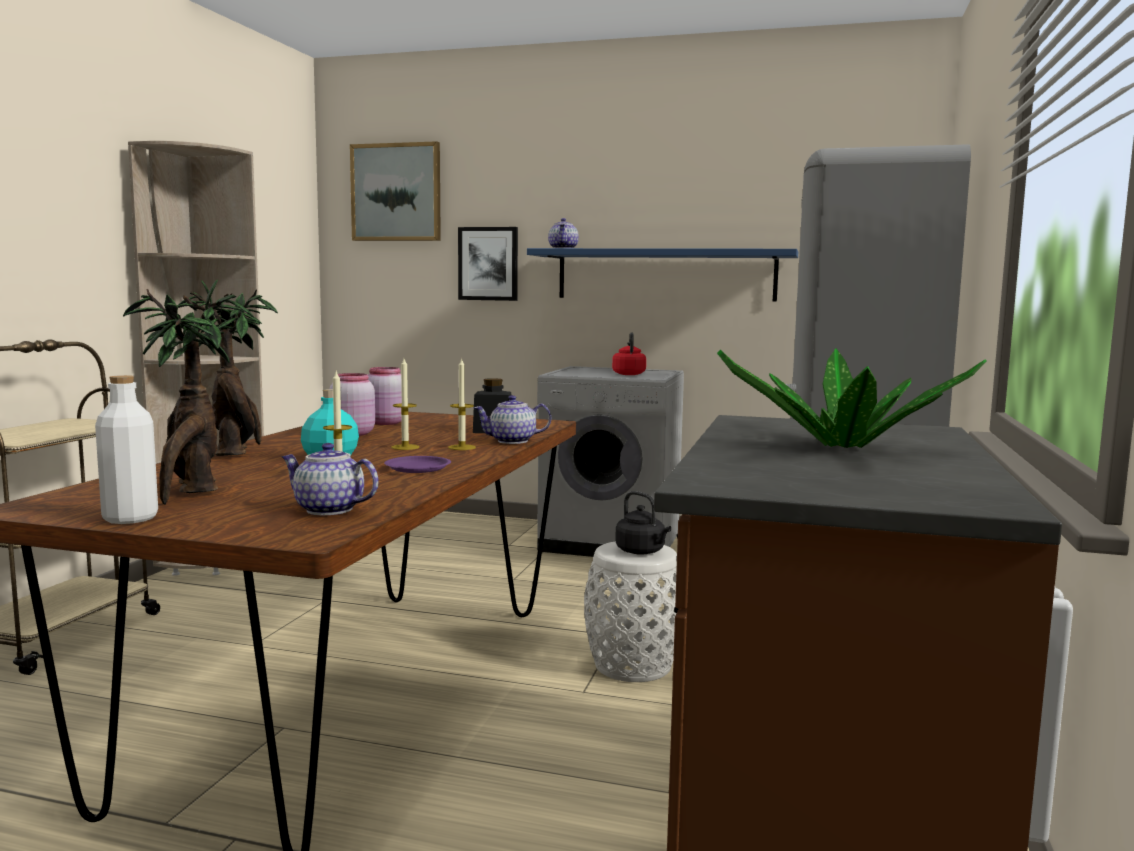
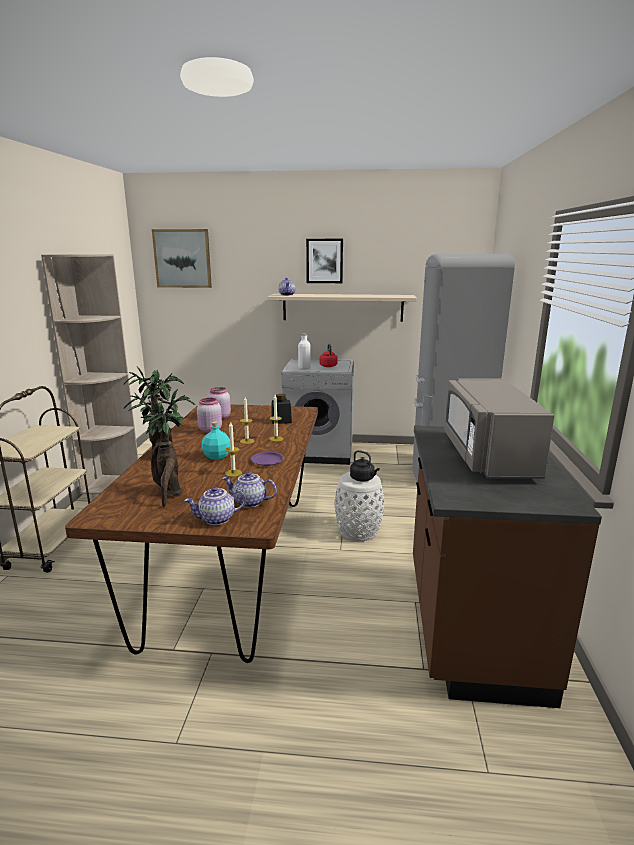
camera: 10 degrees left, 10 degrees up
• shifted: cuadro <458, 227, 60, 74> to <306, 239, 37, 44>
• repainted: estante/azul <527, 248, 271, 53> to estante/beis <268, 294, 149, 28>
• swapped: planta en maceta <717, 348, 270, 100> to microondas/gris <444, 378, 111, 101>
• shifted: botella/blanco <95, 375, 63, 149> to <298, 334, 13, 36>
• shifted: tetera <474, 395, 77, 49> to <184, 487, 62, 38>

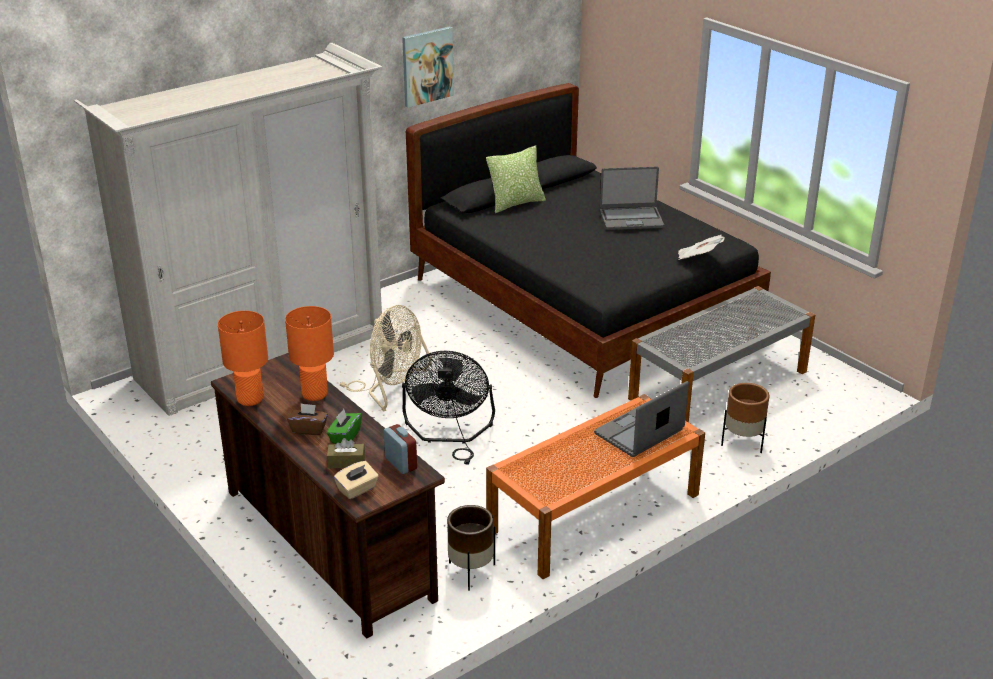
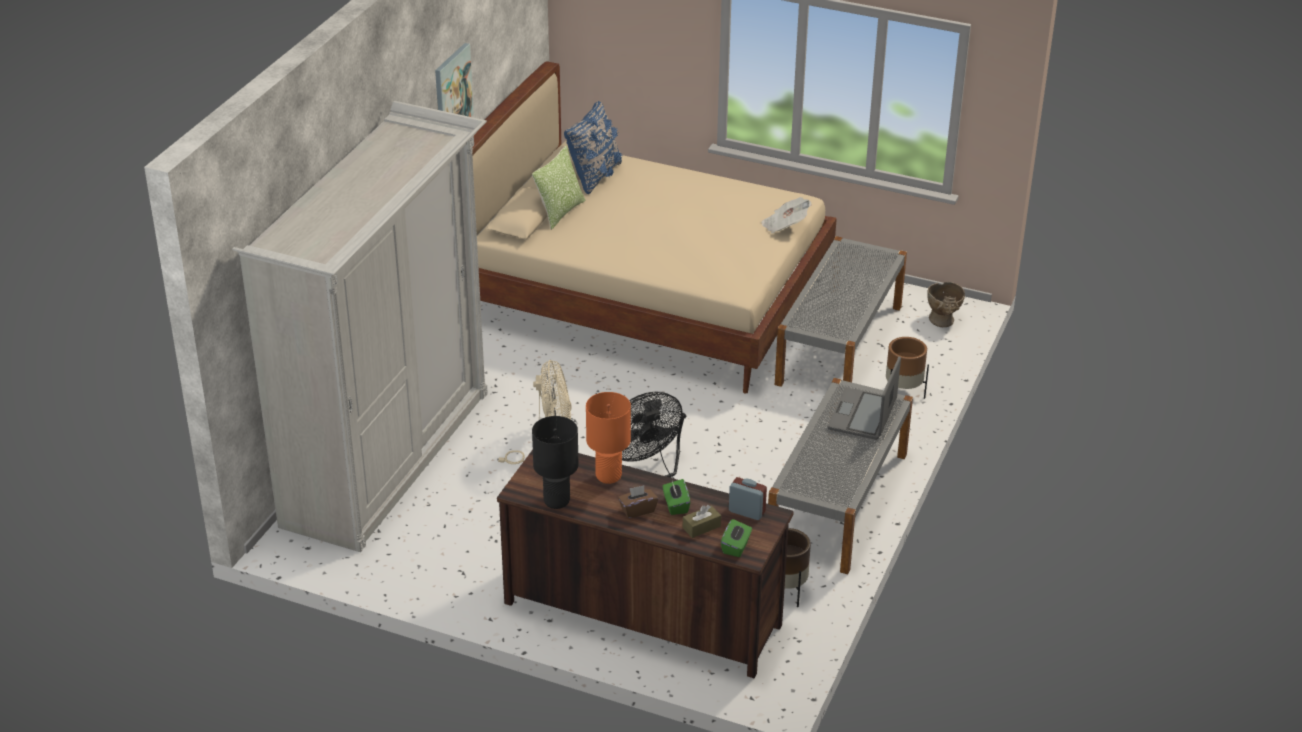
camera: 30 degrees left, 5 degrees up
• repainted: cama/negro <406, 83, 365, 315> to cama/beis <472, 61, 365, 333>
• gone: portátil <600, 167, 64, 63>
• repainted: lámpara de mesa/naranja <218, 311, 50, 95> to lámpara de mesa/negro <532, 416, 46, 93>
• repainted: banco/naranja <486, 394, 219, 185> to banco/gris <768, 378, 145, 197>
• repainted: caja de pañuelos/beis <334, 461, 45, 38> to caja de pañuelos/verde <721, 519, 31, 38>
• new: cojín/azul <564, 101, 59, 93>
• new: florero/beis <927, 282, 38, 45>

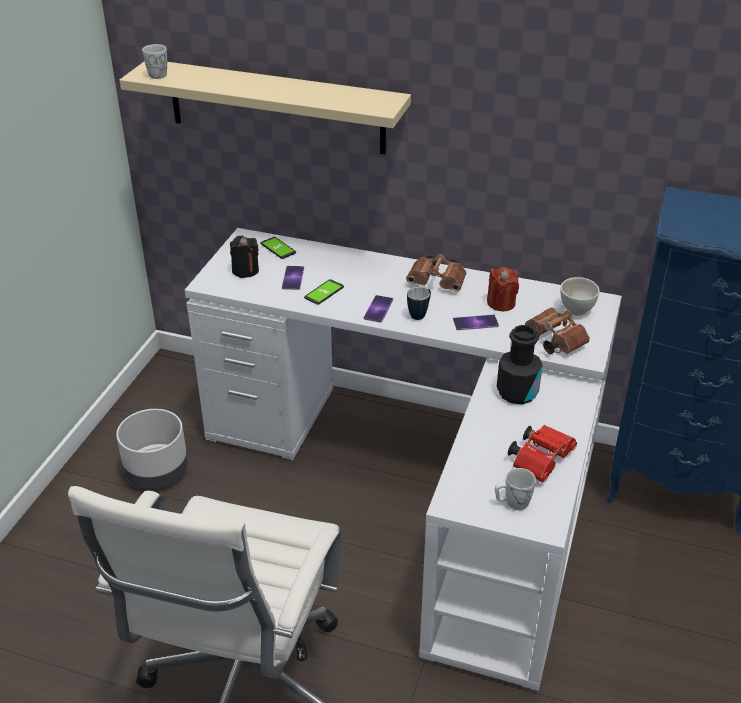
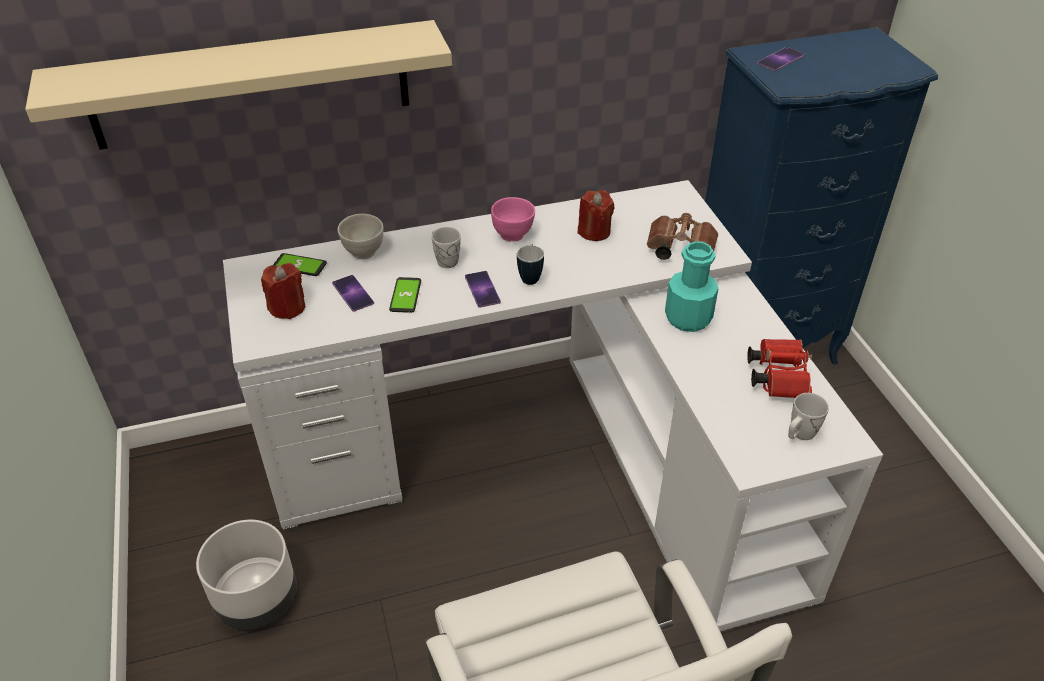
camera: 35 degrees left, 5 degrees up
• shifted: taza grande/blanco <142, 44, 25, 35> to <432, 227, 29, 41>
• repainted: vela/negro <230, 236, 29, 42> to vela/rojo <261, 263, 44, 56>
• swapped: prismáticos/marrón <406, 254, 60, 37> to cuenco/rosa <491, 197, 44, 45>
• shifted: cuenco/blanco <560, 277, 39, 39> to <338, 214, 46, 45>
• shifted: móvil <453, 315, 46, 15> to <757, 47, 47, 24>
• repainted: botella/negro <497, 325, 46, 79> to botella/turquesa <665, 241, 54, 91>

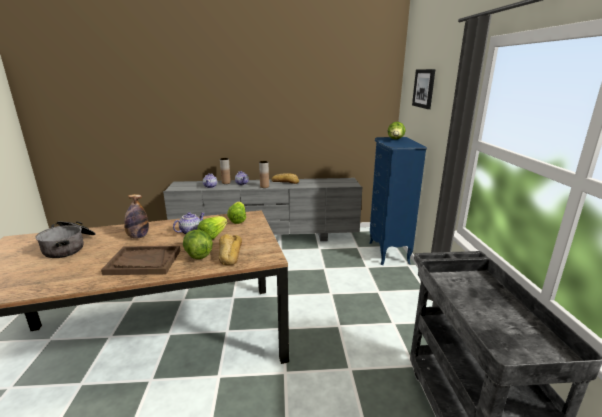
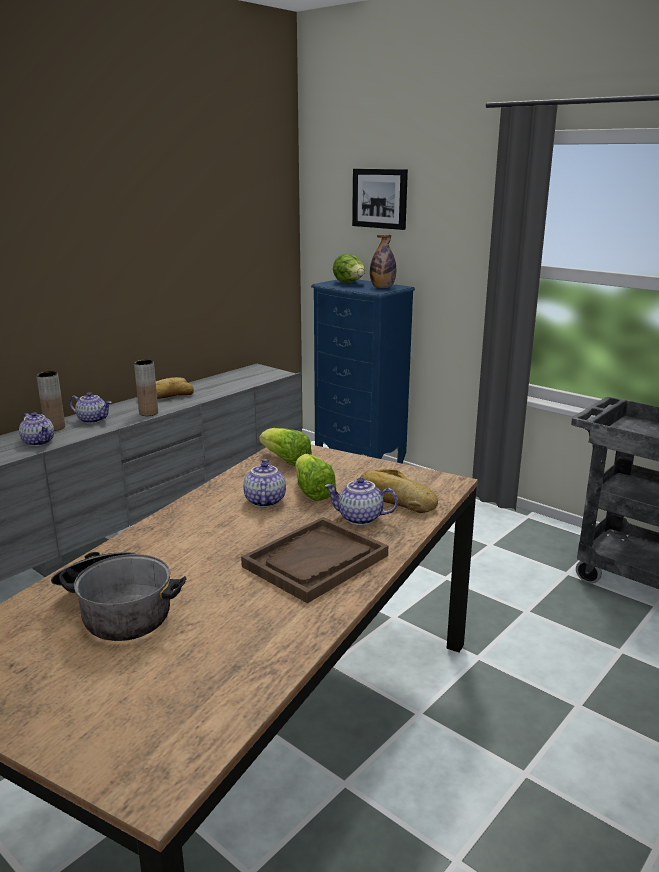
camera: 45 degrees left, 0 degrees up
• shifted: botella <124, 194, 25, 45> to <370, 235, 26, 53>
• swapped: lechuga <183, 230, 30, 29> to tetera <324, 478, 74, 47>

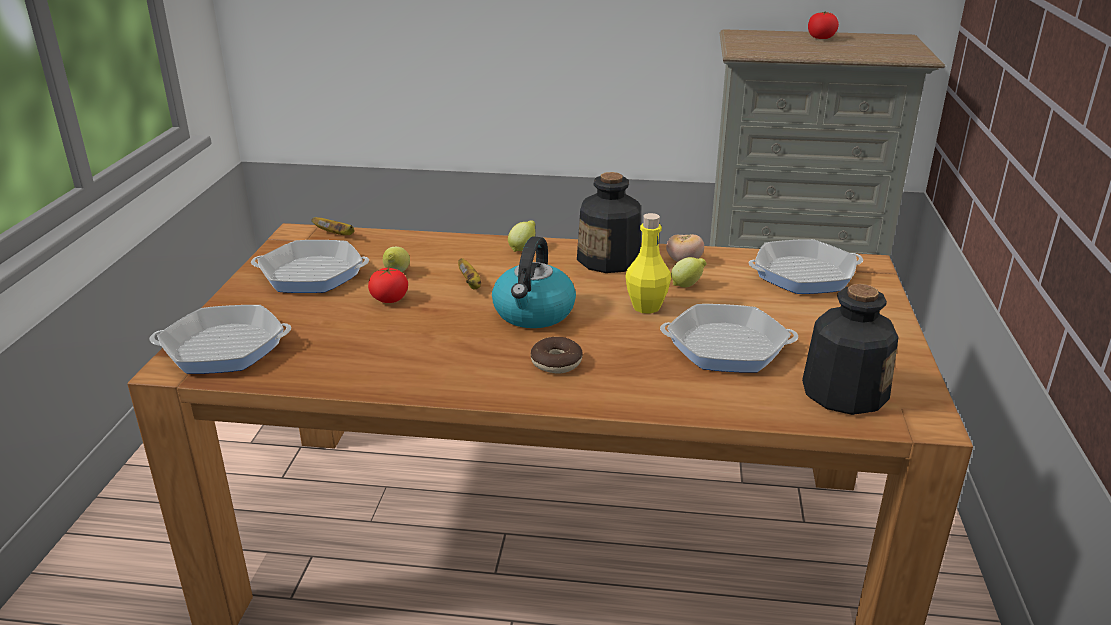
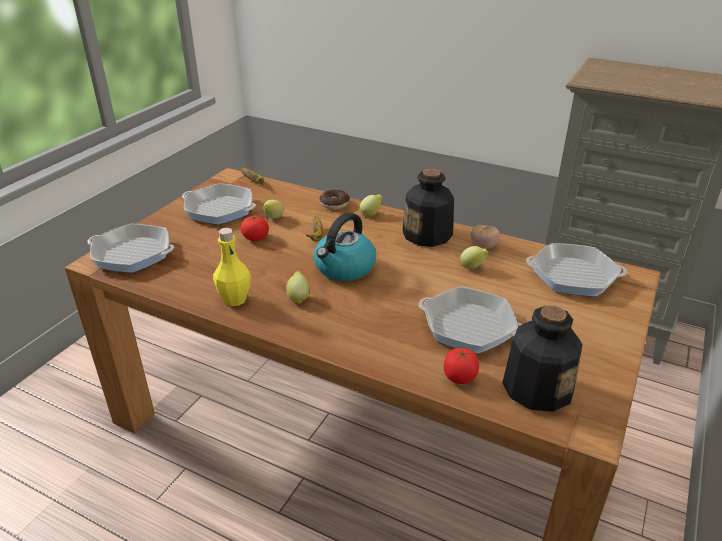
camera: 20 degrees right, 5 degrees up
• shifted: tomate <808, 11, 31, 28> to <444, 348, 35, 36>
• shifted: botella/amarillo <625, 213, 46, 101> to <213, 228, 38, 78>
• shifted: rosquilla <531, 337, 52, 36> to <319, 189, 31, 21>
• new: limón <286, 271, 23, 33>

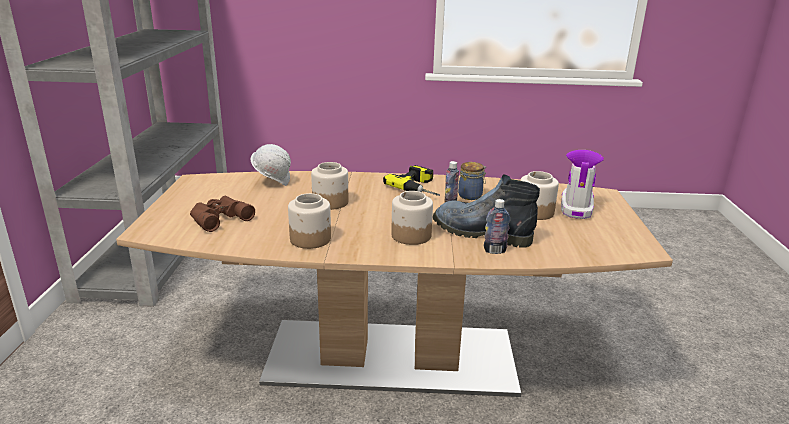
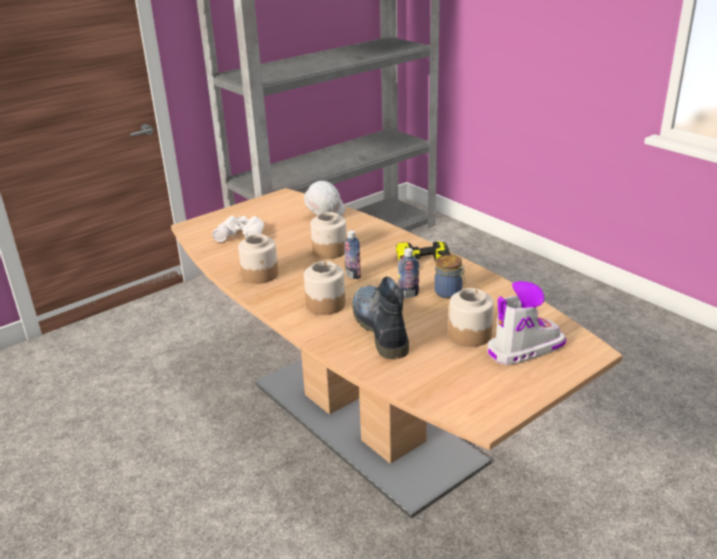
camera: 50 degrees right, 5 degrees up
• repainted: prismáticos/marrón <190, 196, 65, 36> to prismáticos/blanco <212, 216, 52, 26>
• shifted: botella <484, 199, 26, 55> to <344, 230, 17, 49>

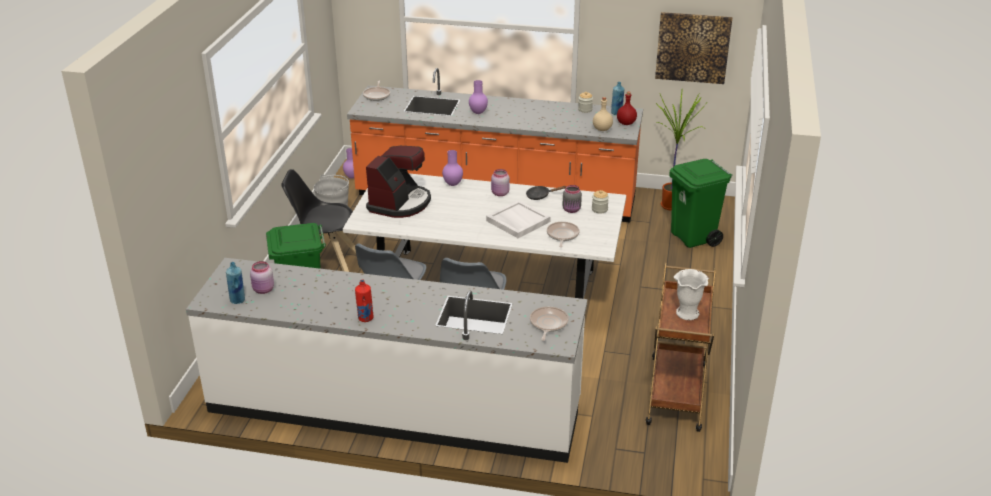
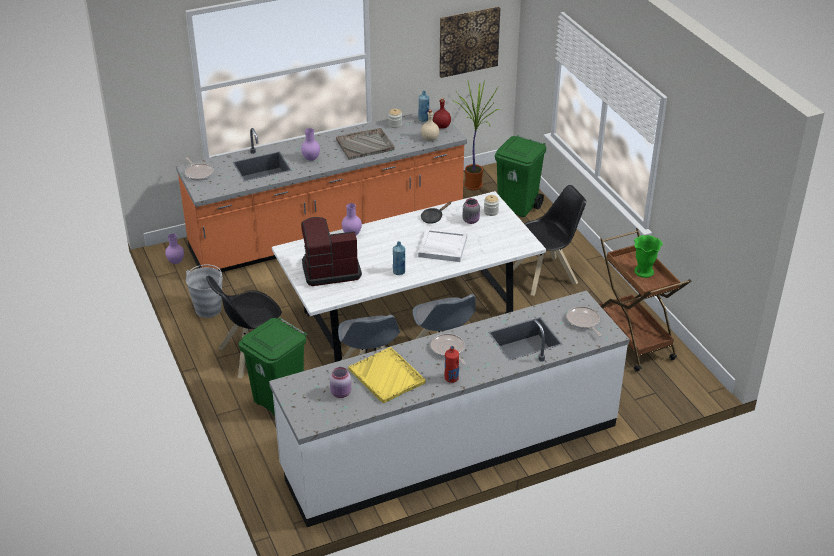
camera: 35 degrees left, 5 degrees up
• rotated: cafetera <366, 146, 65, 72> = <301, 217, 61, 69> 90 degrees counterclockwise
• gone: tarro/rosa <491, 169, 19, 27>
• shifted: sartén <547, 222, 32, 25> to <431, 333, 35, 31>
• shifted: botella/azul <226, 262, 19, 42> to <393, 241, 12, 34>
• repainted: florero/blanco <674, 269, 35, 51> to florero/verde <634, 235, 29, 43>
• new: bandeja/gris <336, 128, 59, 32>
• new: silla/negro <513, 185, 73, 111>
• new: bandeja/amarillo <348, 347, 78, 56>

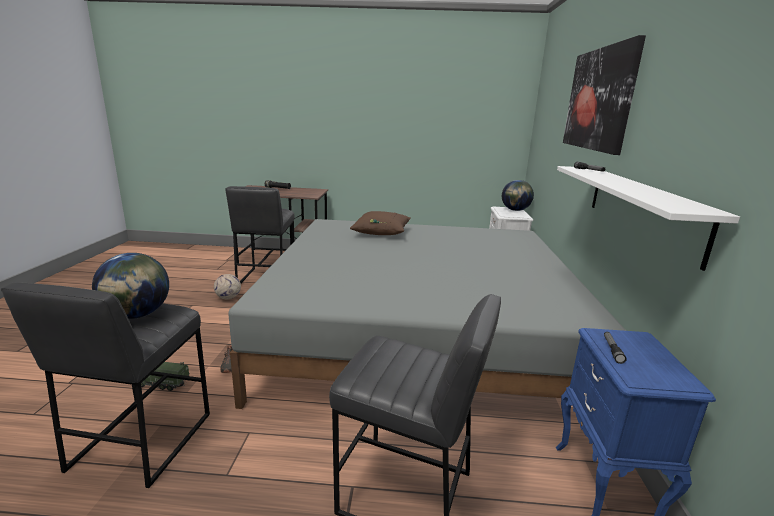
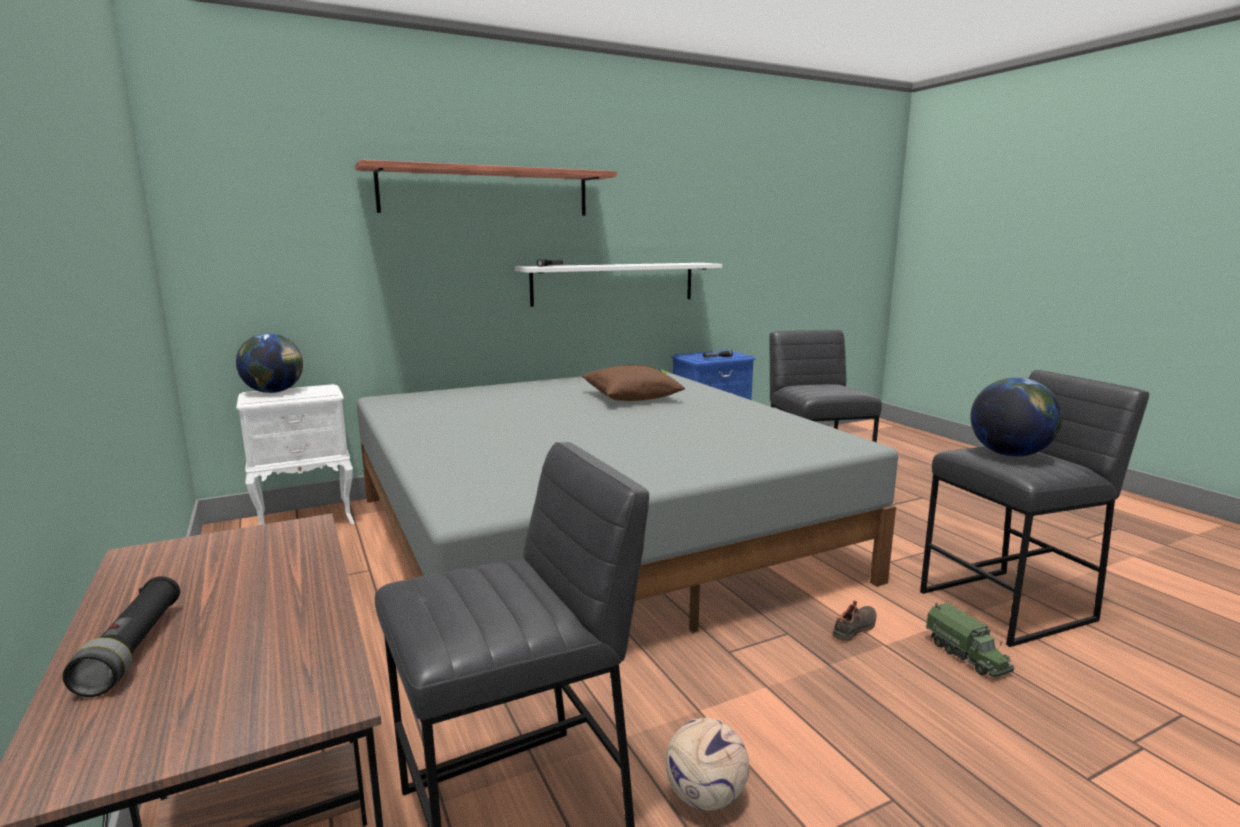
camera: 120 degrees left, 5 degrees down
• swapped: cuadro <563, 35, 83, 120> to estante <355, 159, 262, 57>
• shifted: cojín/marrón <350, 211, 61, 24> to <582, 365, 103, 36>

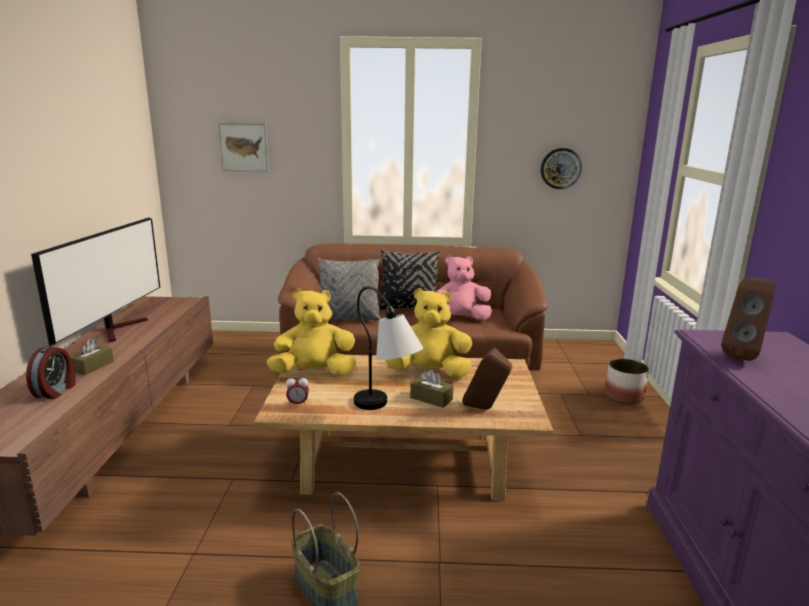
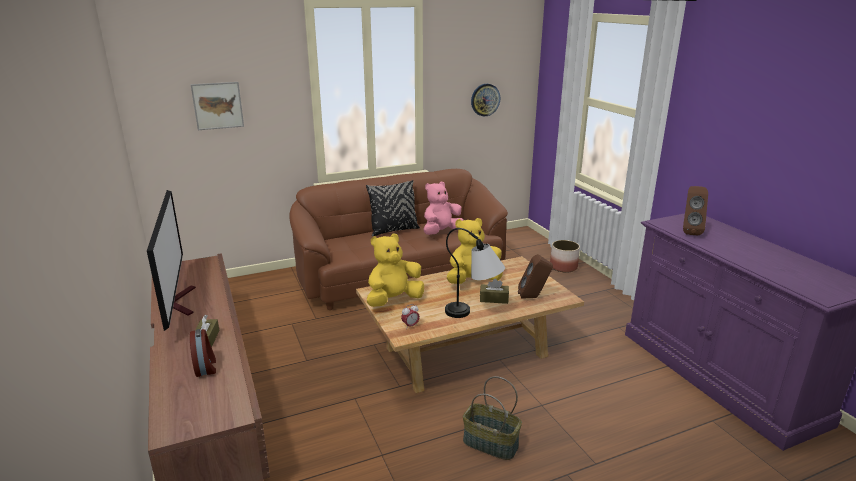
camera: 25 degrees left, 5 degrees up
• gone: cojín/gris <317, 258, 64, 63>

